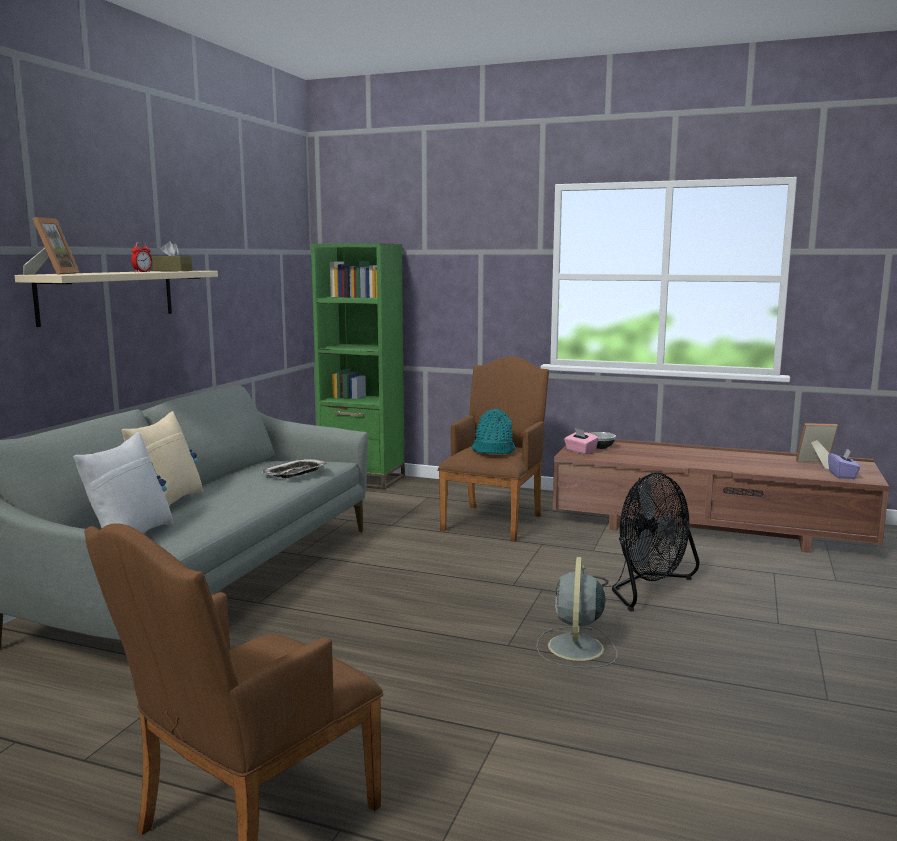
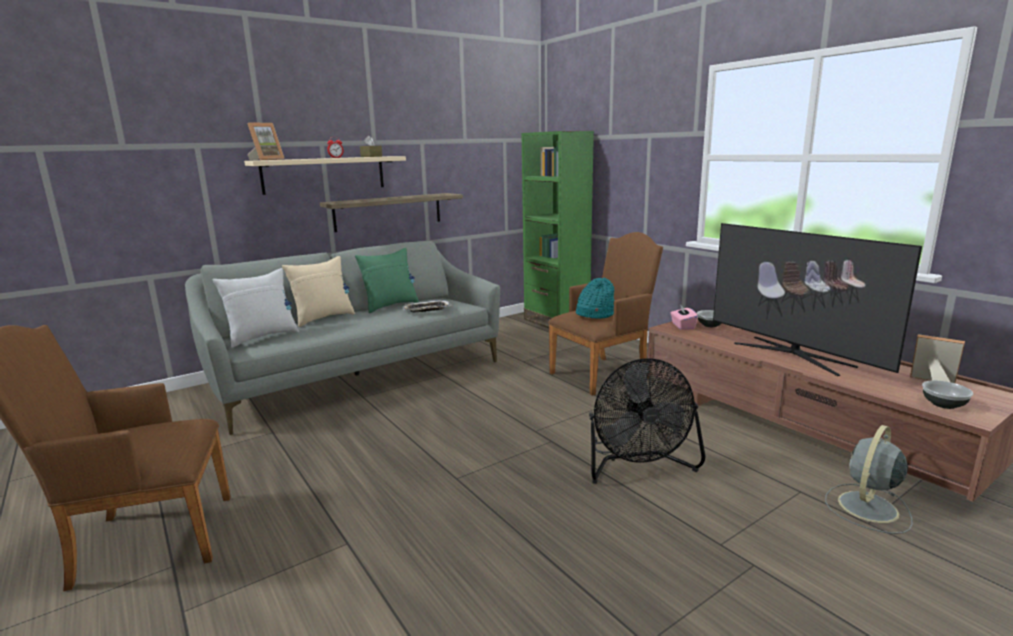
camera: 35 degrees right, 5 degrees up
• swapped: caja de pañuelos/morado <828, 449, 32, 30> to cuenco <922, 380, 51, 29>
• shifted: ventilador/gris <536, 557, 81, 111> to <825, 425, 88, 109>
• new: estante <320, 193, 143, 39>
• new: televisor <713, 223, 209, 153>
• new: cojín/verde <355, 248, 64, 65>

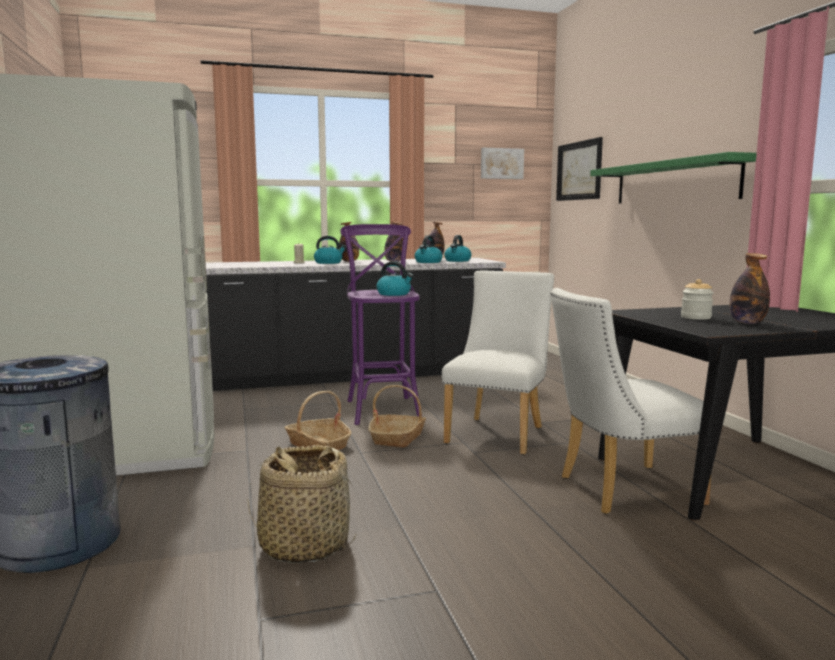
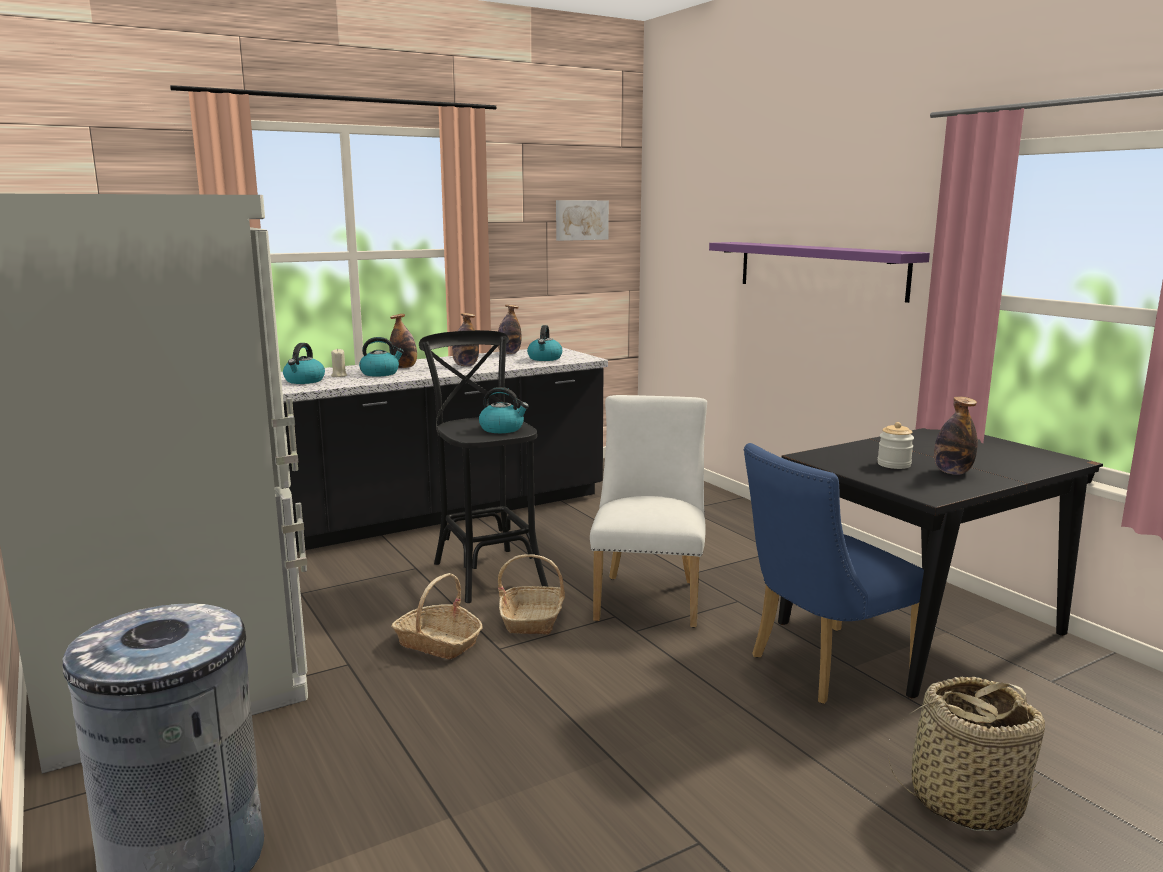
camera: 15 degrees left, 5 degrees up
• gone: cuadro <556, 137, 47, 64>
• repainted: estante/verde <590, 152, 167, 51> to estante/morado <709, 242, 221, 61>
• repainted: taburete/morado <340, 224, 79, 201> to taburete/negro <419, 330, 129, 273>
• shifted: hervidor <415, 235, 27, 28> to <283, 343, 42, 41>
• repainted: silla/blanco <550, 288, 161, 226> to silla/azul <744, 443, 180, 261>
• shifted: cesta <248, 445, 109, 119> to <888, 677, 157, 154>

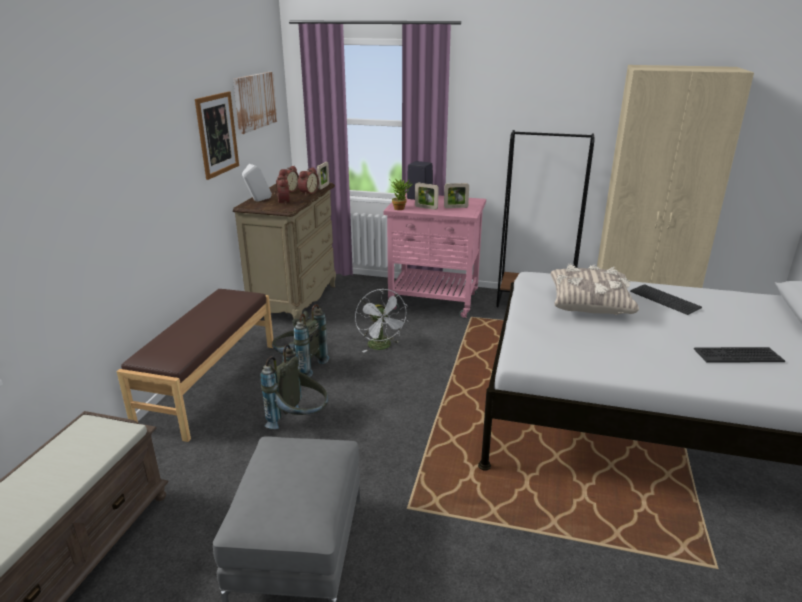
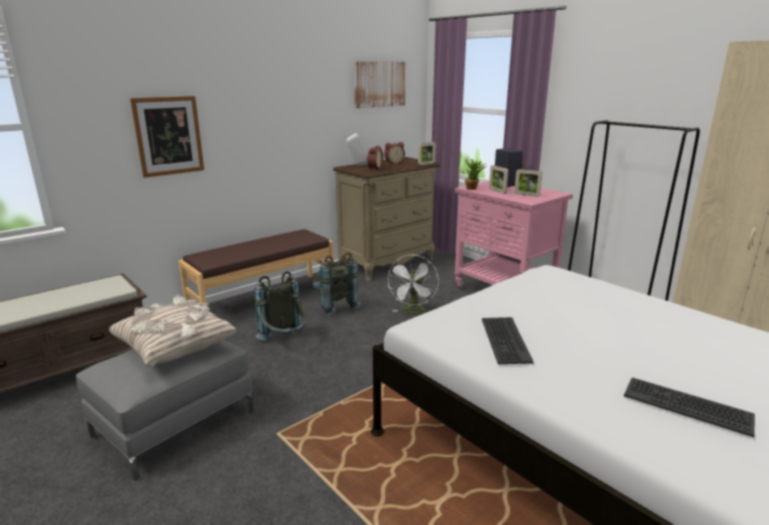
camera: 35 degrees right, 5 degrees down
• shifted: cuadro <195, 92, 44, 88> to <130, 96, 74, 82>
• gone: despertador <298, 167, 21, 28>
• shifted: cojín/beis <550, 264, 89, 51> to <109, 294, 127, 73>
• shifted: teclado <630, 284, 72, 31> to <482, 317, 52, 47>

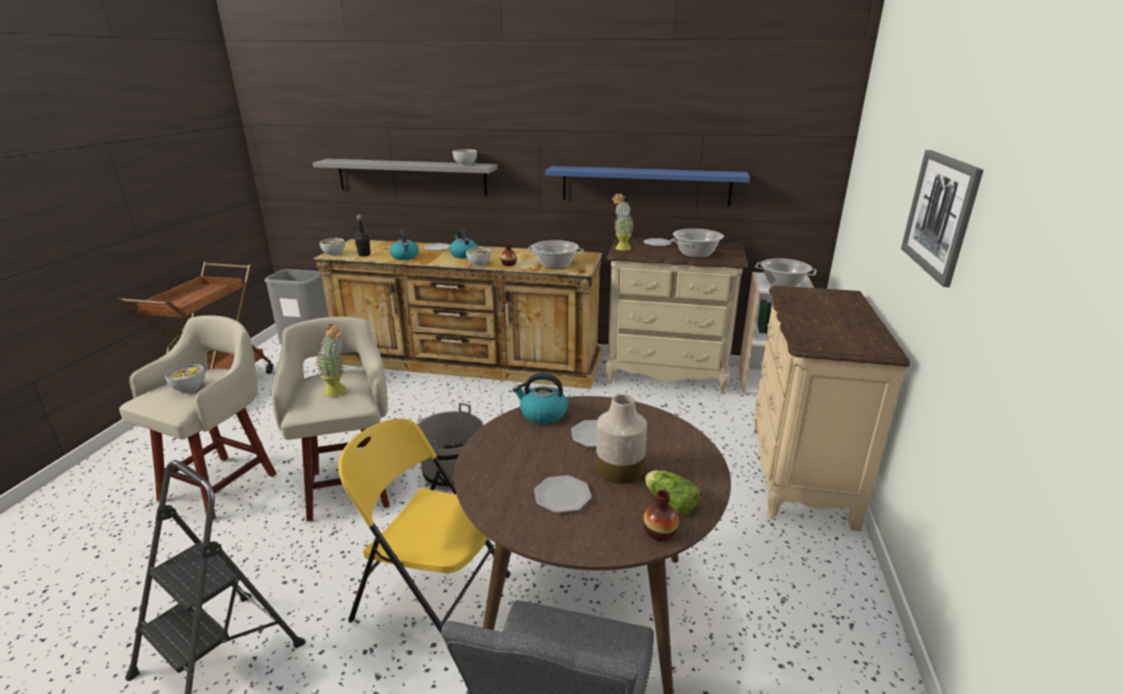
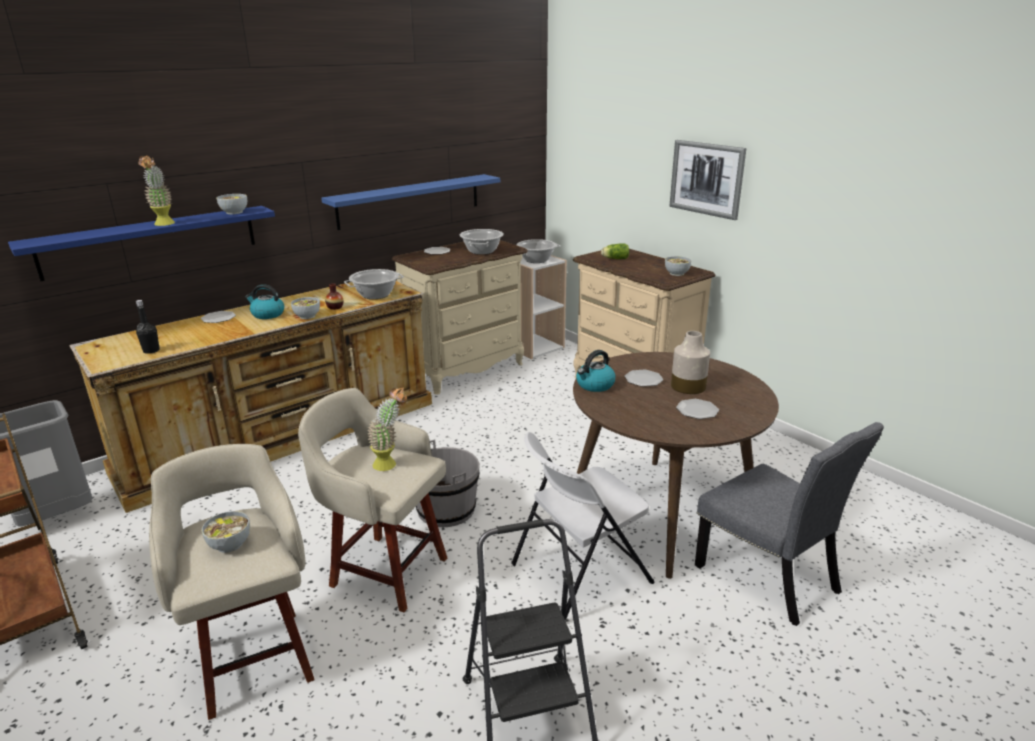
camera: 50 degrees left, 0 degrees up
• repainted: estante/gris <313, 159, 185, 37> to estante/azul <8, 206, 267, 75>
• shifted: planta en maceta <612, 193, 22, 58> to <138, 155, 37, 71>
• gone: hervidor <390, 230, 29, 30>
• shifted: cuenco <319, 238, 26, 18> to <665, 256, 26, 20>
• repainted: silla/amarillo <338, 418, 173, 215> to silla/blanco <511, 432, 143, 189>
• shifted: lechuga <645, 470, 55, 44> to <601, 243, 28, 16>
• gone: florero <643, 490, 36, 51>

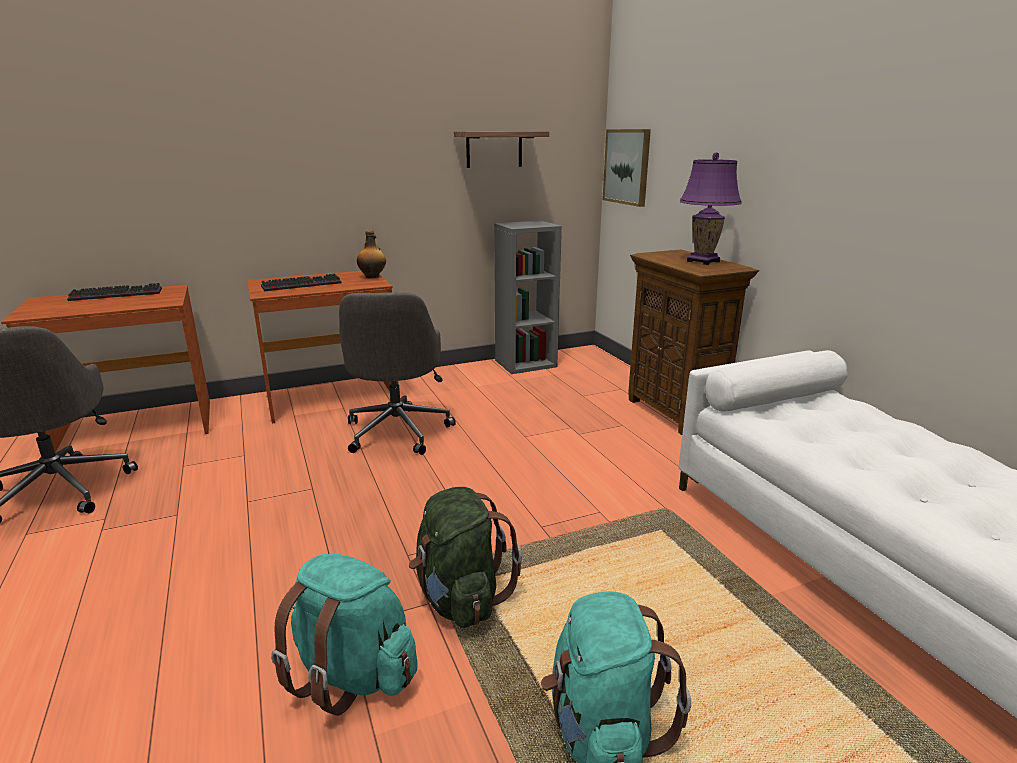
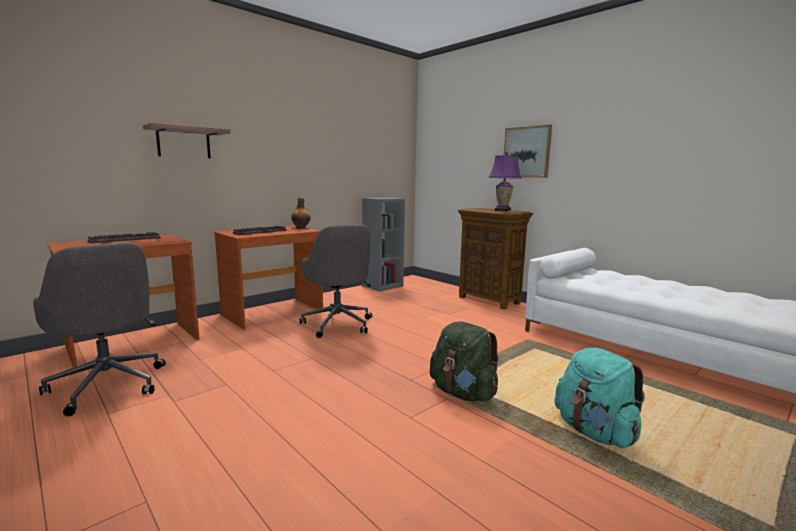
camera: 20 degrees left, 10 degrees down
• shifted: cuadro <602, 129, 49, 78> to <504, 125, 48, 53>
• shifted: estante <454, 131, 95, 37> to <143, 122, 87, 36>
• gone: mochila/turquesa <271, 554, 147, 162>

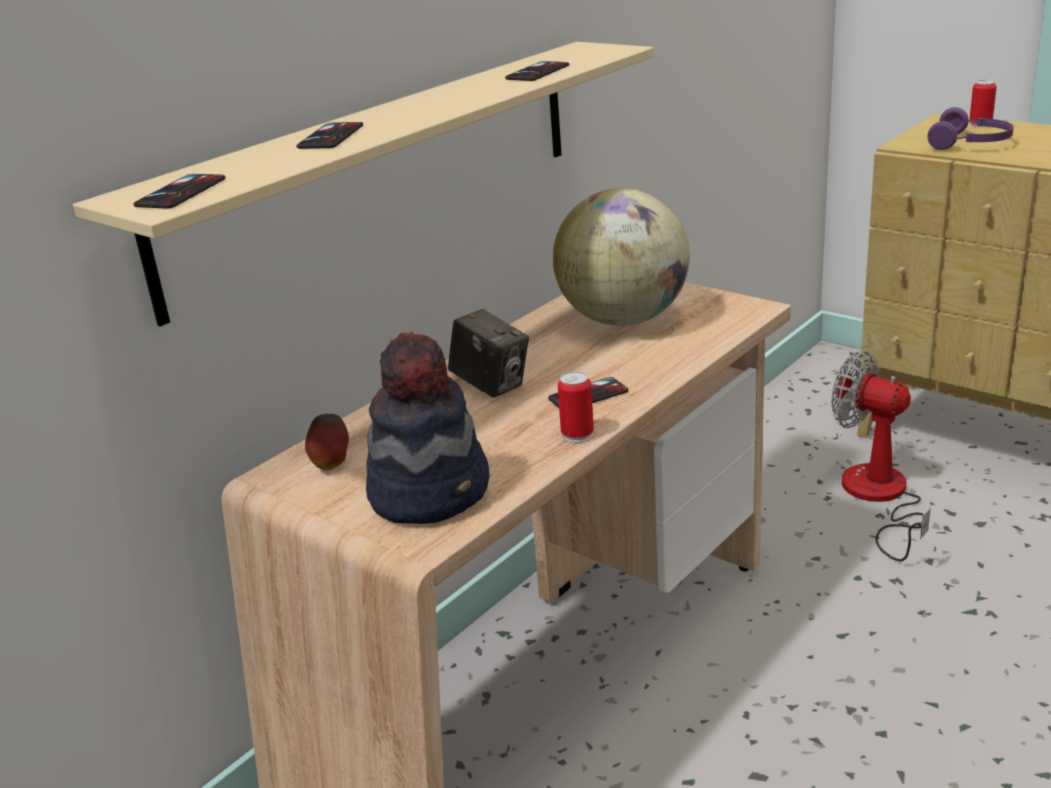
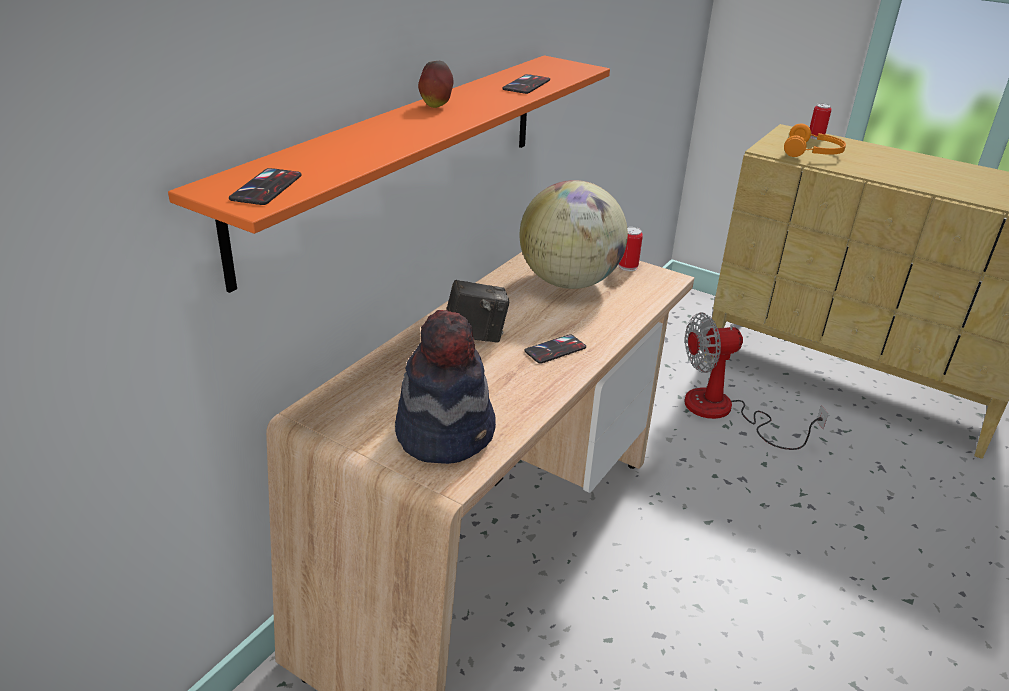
camera: 10 degrees left, 5 degrees up
• repainted: estante/beis <73, 42, 581, 285> to estante/naranja <168, 55, 442, 238>
• repainted: auriculares/morado <927, 107, 87, 43> to auriculares/naranja <784, 123, 62, 34>
• gone: móvil <297, 122, 66, 27>
• rotated: cámara <448, 309, 81, 88> = <446, 279, 63, 64> 45 degrees counterclockwise
• rotated: ventilador <832, 351, 99, 210> = <684, 312, 144, 138> 45 degrees counterclockwise
• shifted: lata <558, 371, 36, 72> to <619, 227, 24, 44>
• shifted: manzana <305, 414, 44, 56> to <418, 61, 35, 47>

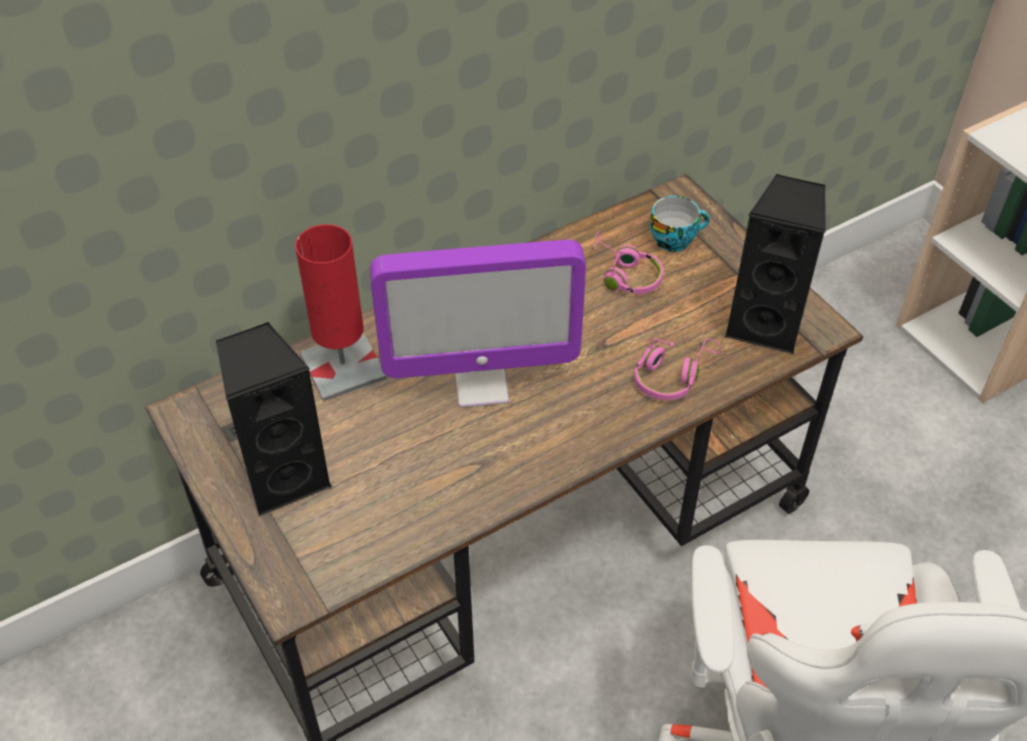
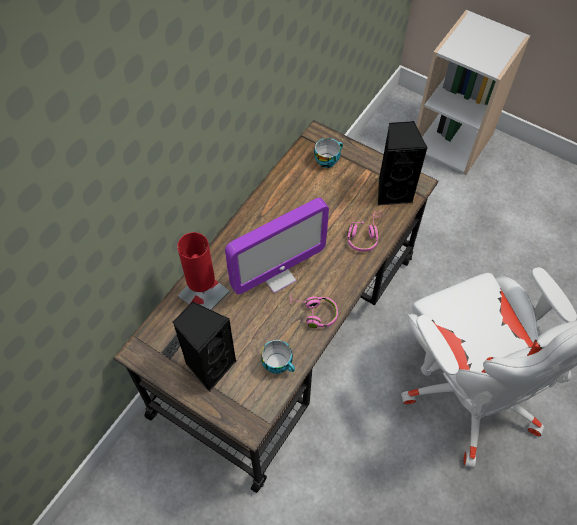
camera: 25 degrees left, 10 degrees up
• shifted: auriculares/rosa <591, 231, 73, 63> to <290, 293, 48, 35>
• new: taza <261, 340, 34, 34>

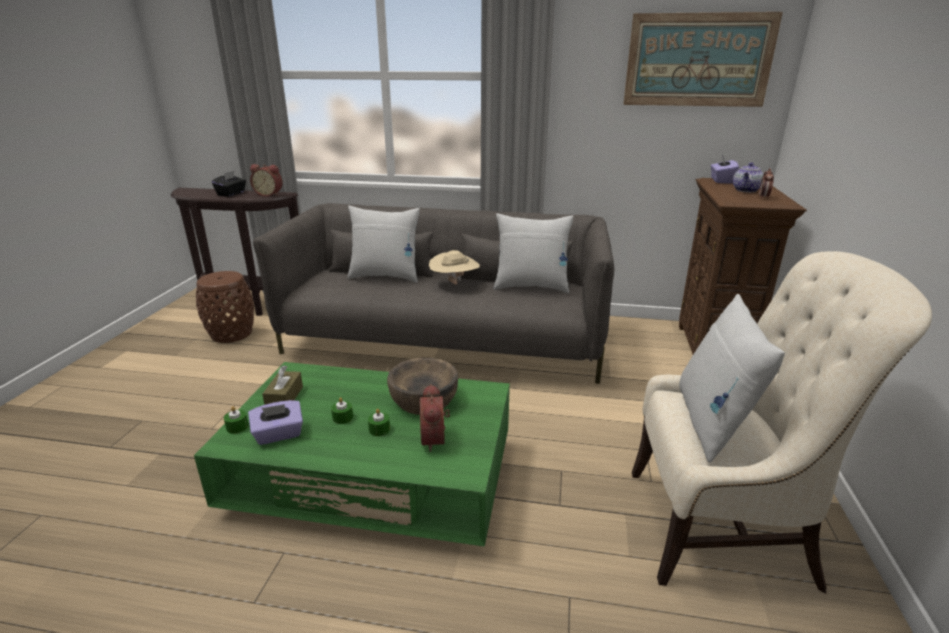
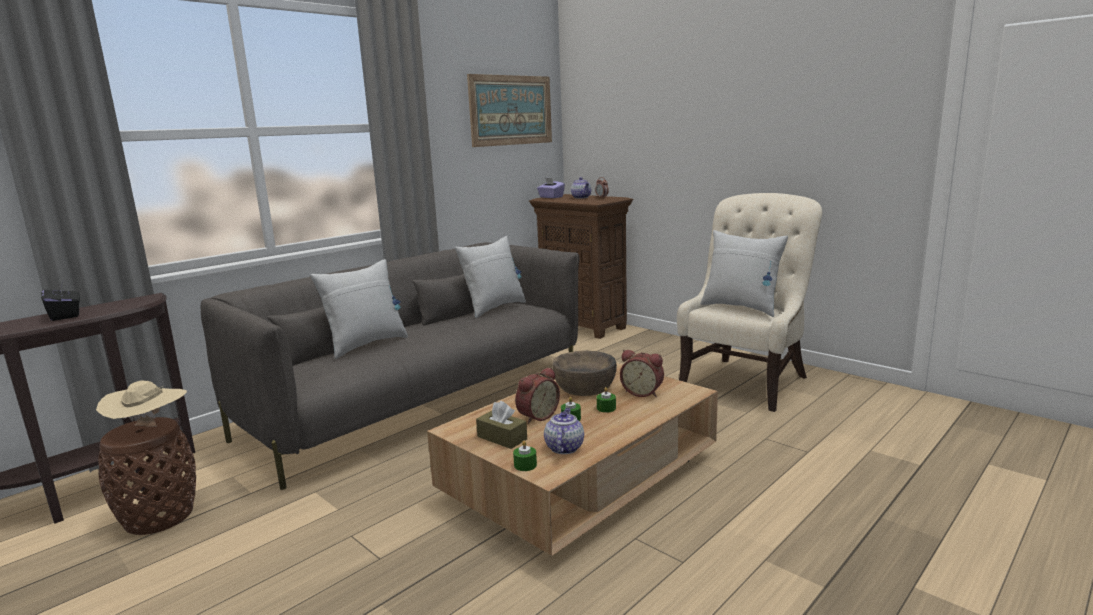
camera: 55 degrees left, 10 degrees down
• shifted: despertador <250, 164, 32, 33> to <515, 367, 45, 57>
• shifted: sombrero/beis <429, 250, 51, 35> to <96, 381, 91, 46>
• repainted: mesa de centro/verde <194, 362, 316, 185> to mesa de centro/marrón <427, 363, 291, 193>
• swapped: caja de pañuelos/morado <248, 400, 55, 45> to tetera <544, 408, 40, 46>

